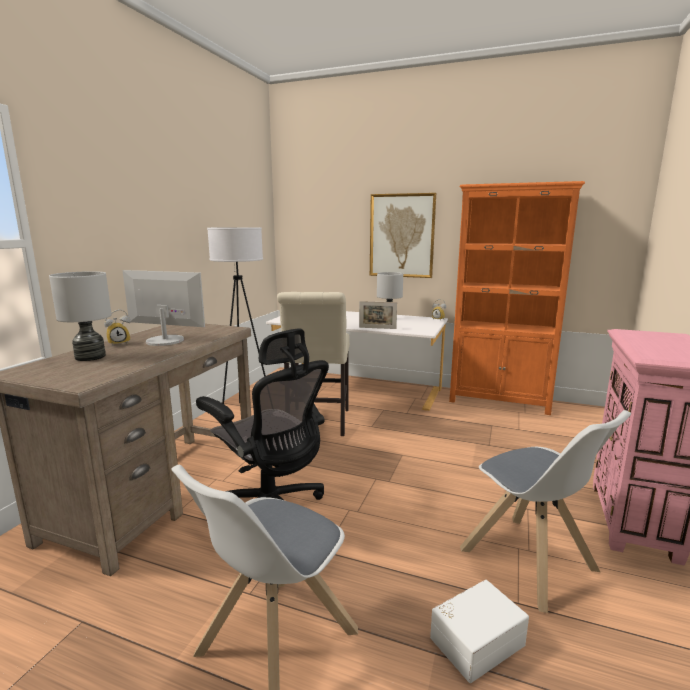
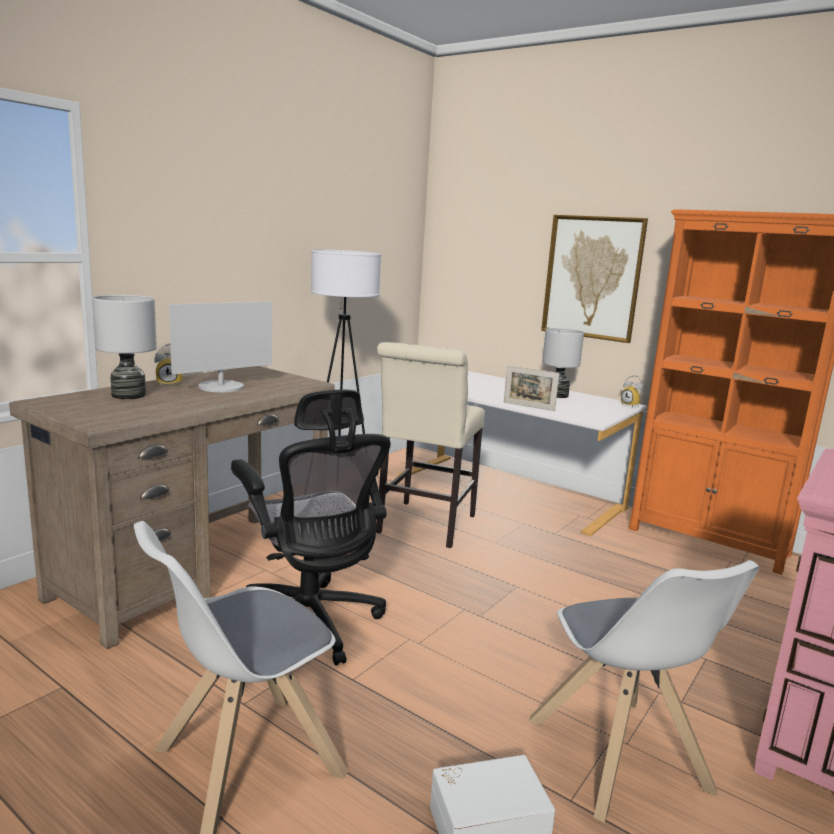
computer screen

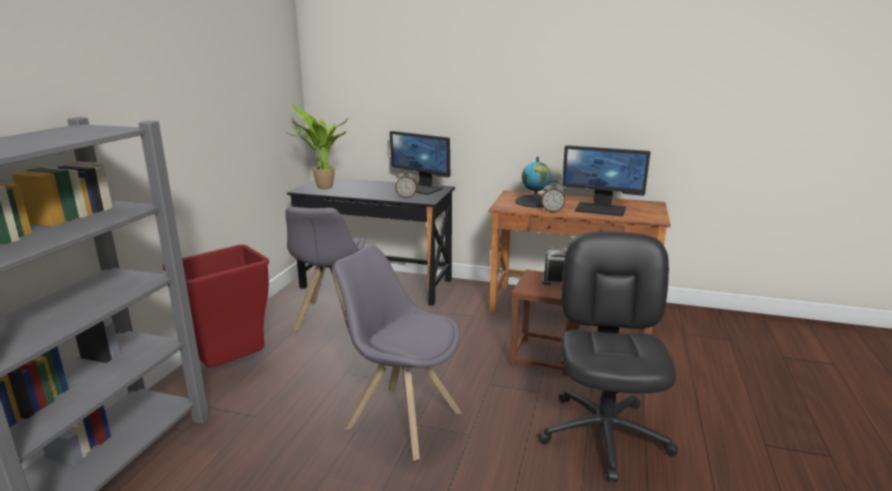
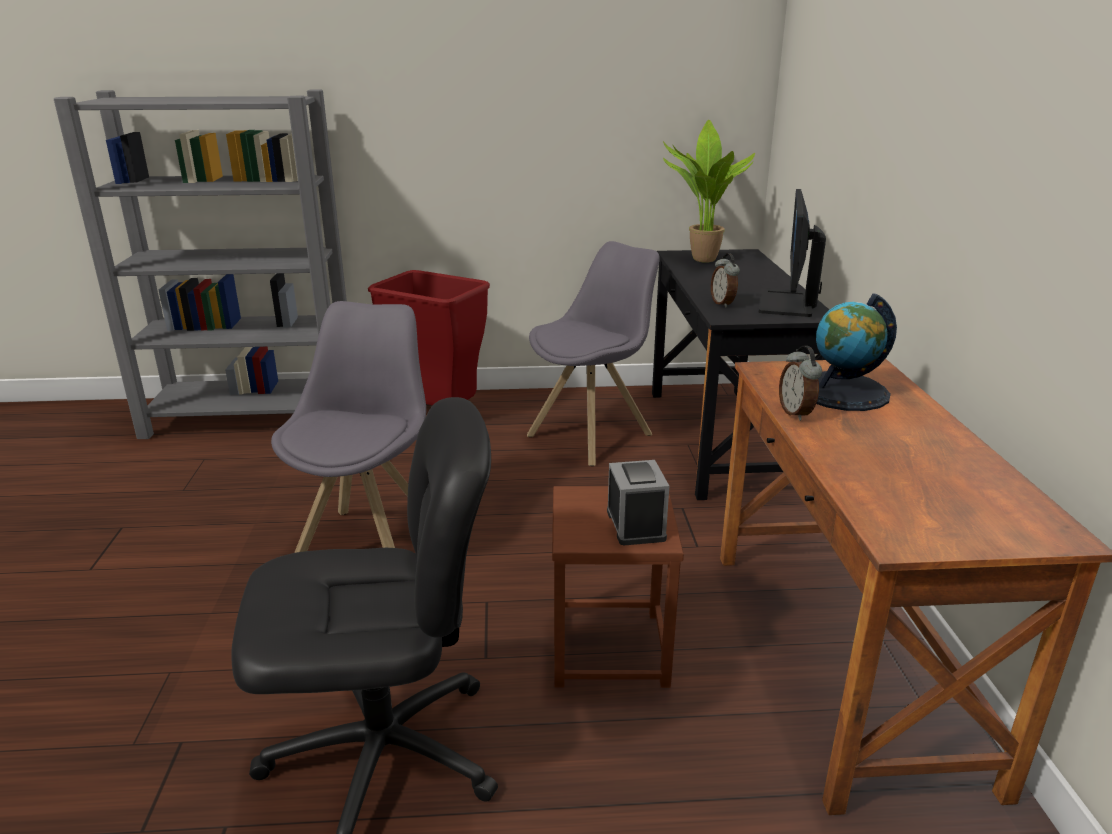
computer screen (2nd from left in the first image)
upright chair/grey (2nd from left)

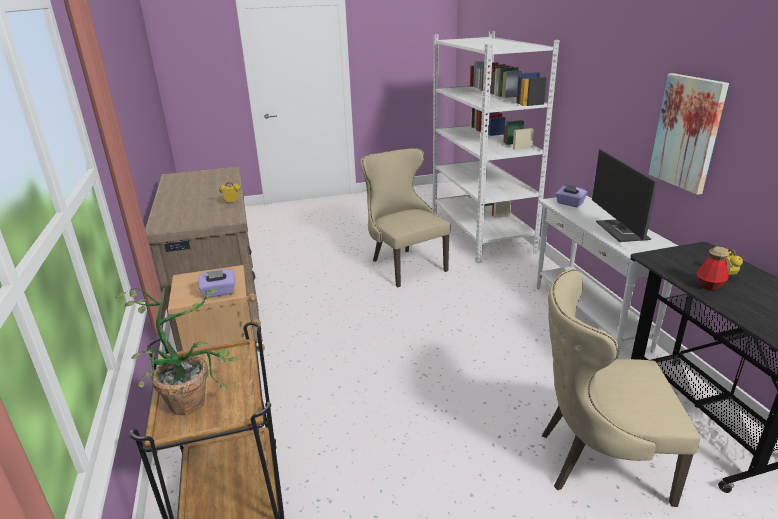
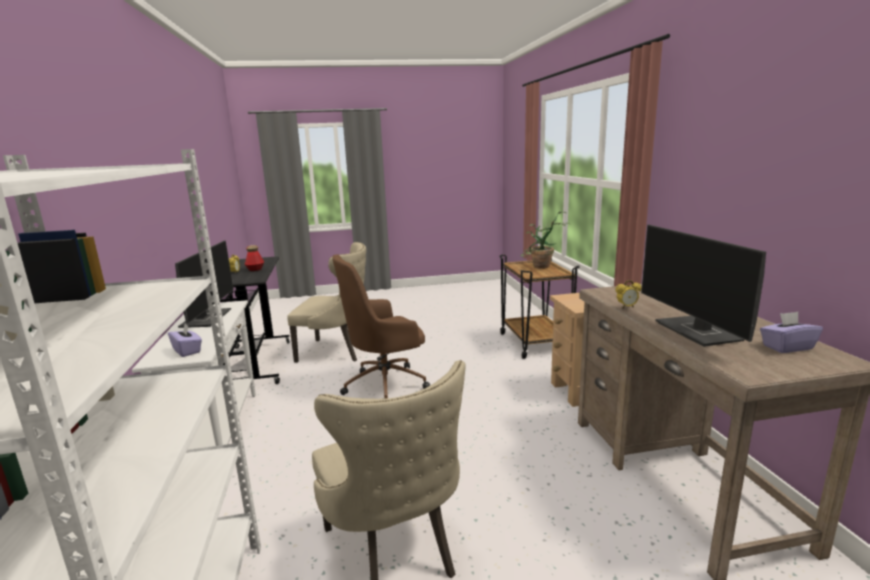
wall art
tissue holder/purplish (2nd from left)
computer screen (2nd from left)
computer chair/brown

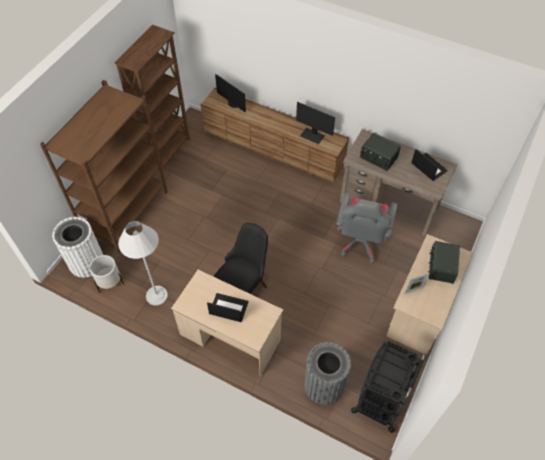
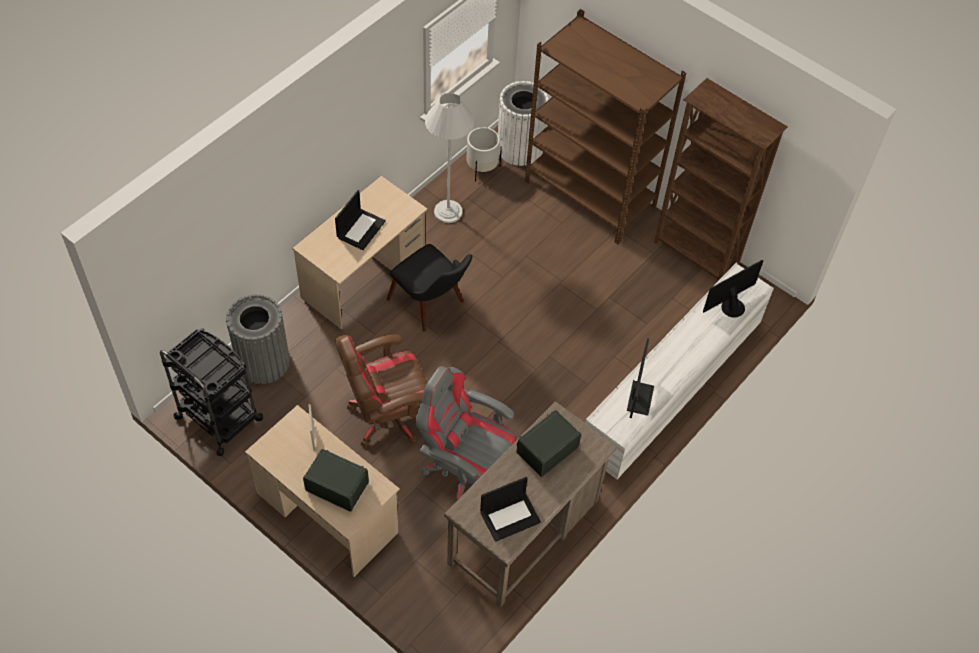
cupboard/white
computer screen (1st from left)
computer chair/brown

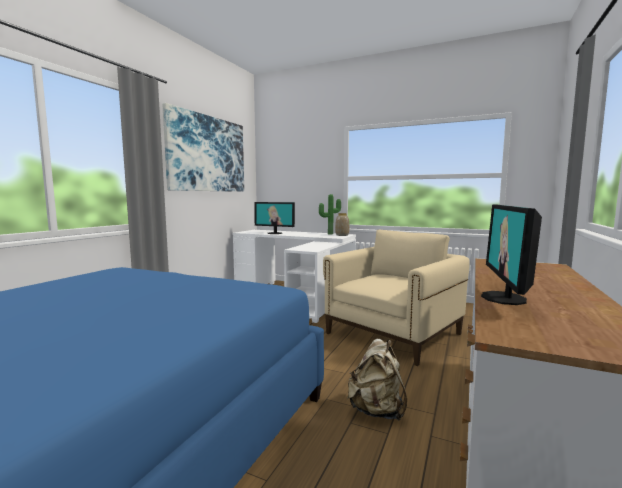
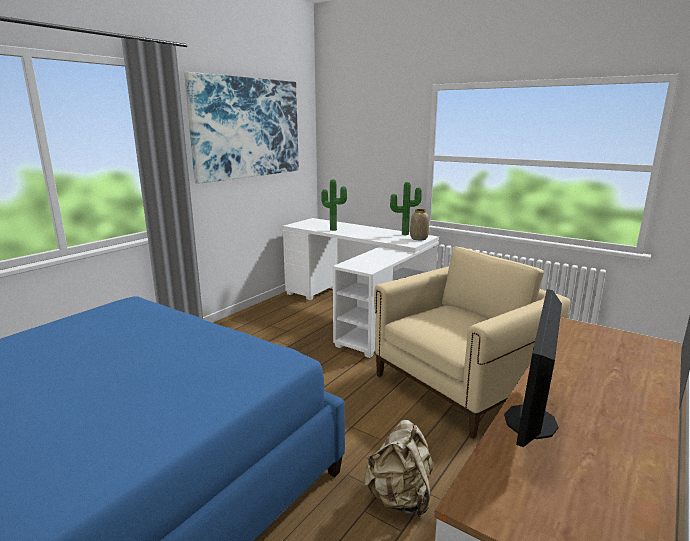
potted plant (1st from left)

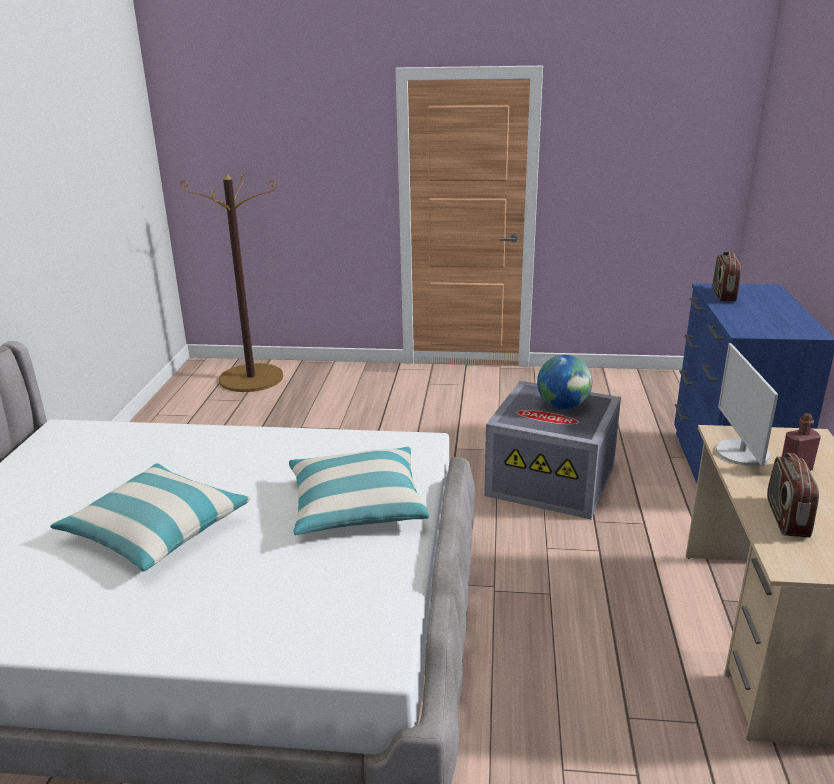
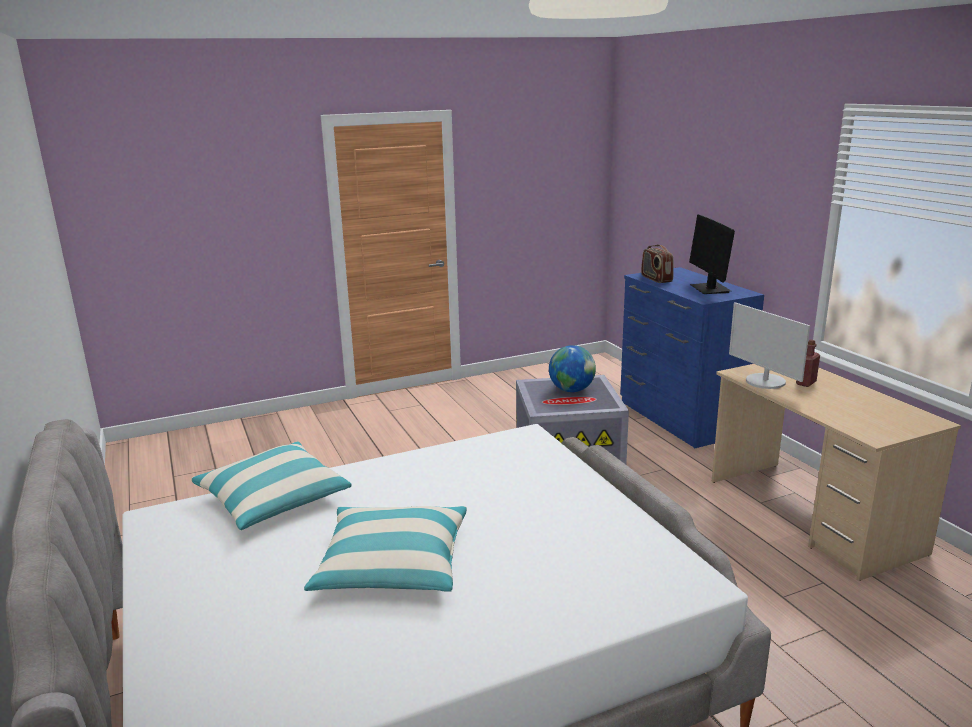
garment stand/brown
pillow (1st from left)
radio receiver (2nd from left in the first image)
computer screen (1st from left)

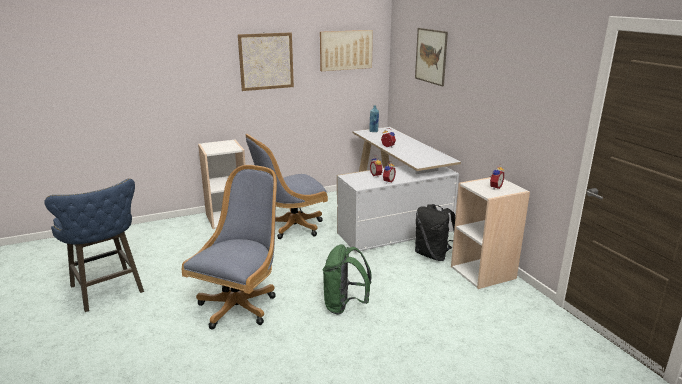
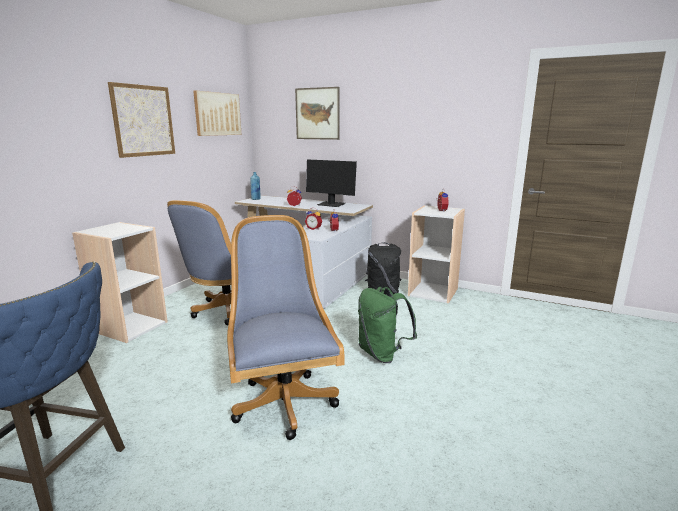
computer screen

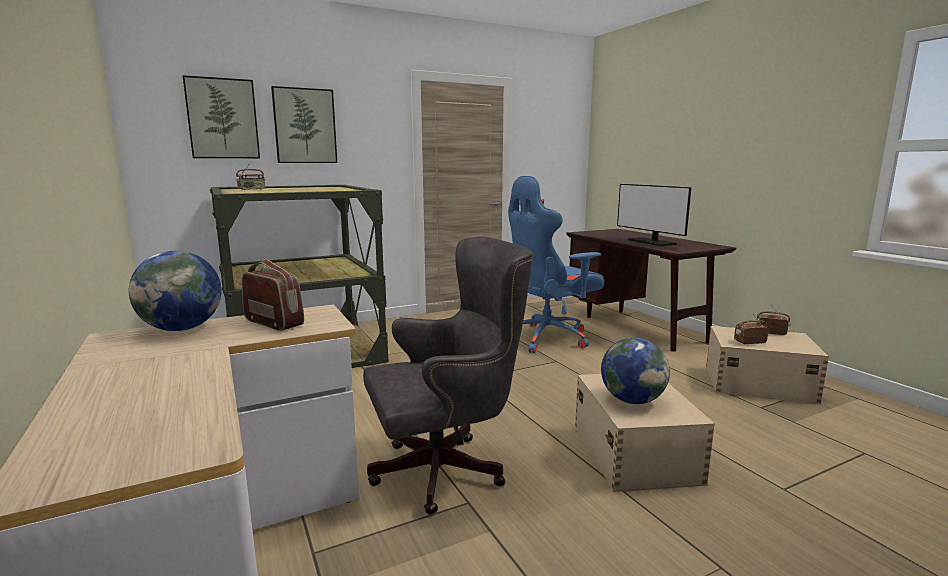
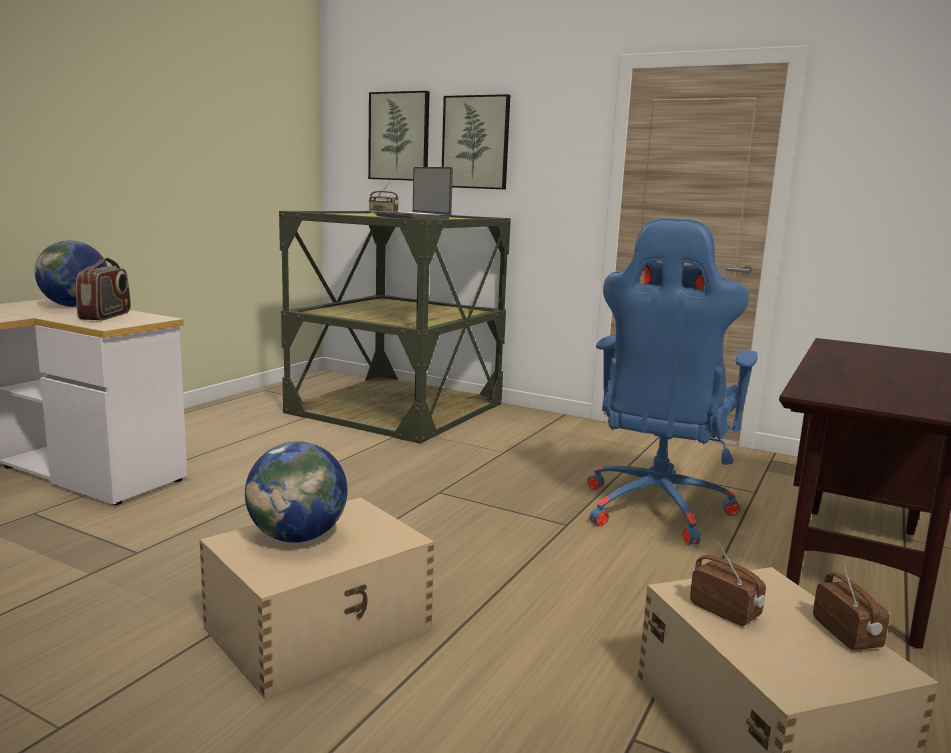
computer chair/blue-coloured
computer screen
computer chair/grey
laptop

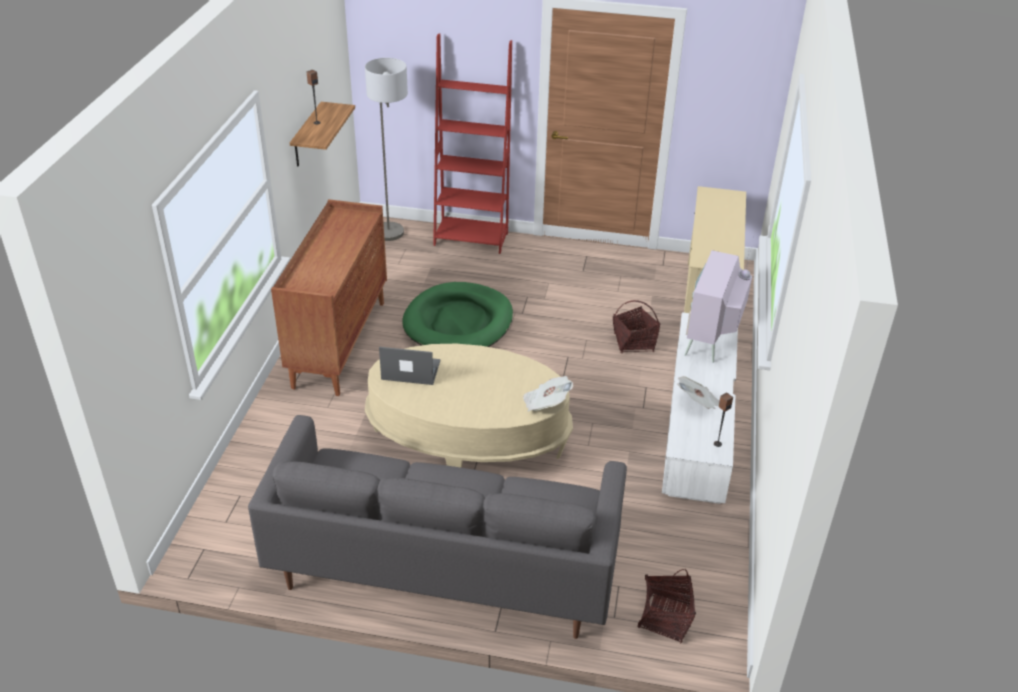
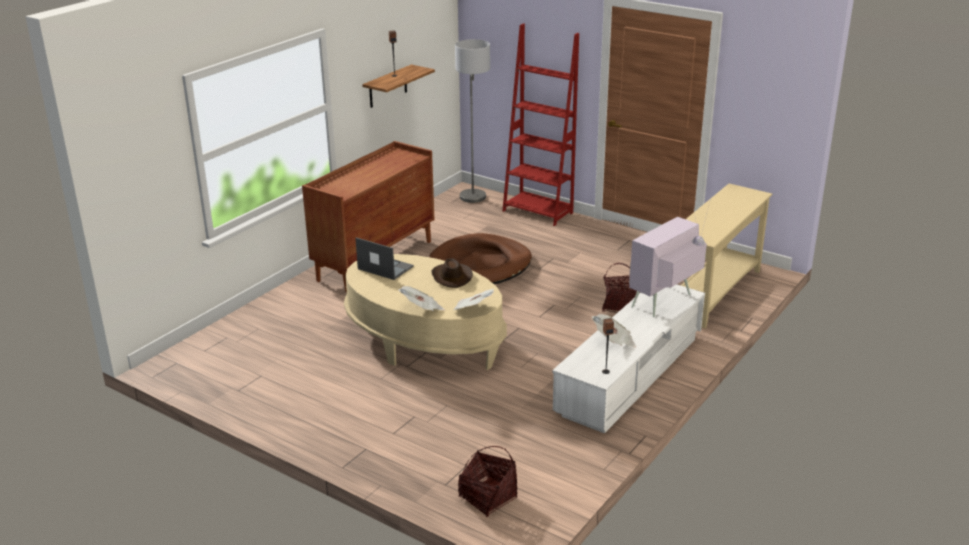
pet bed/brown
couch/grey
wearable hat/brown
newspaper (1st from left)

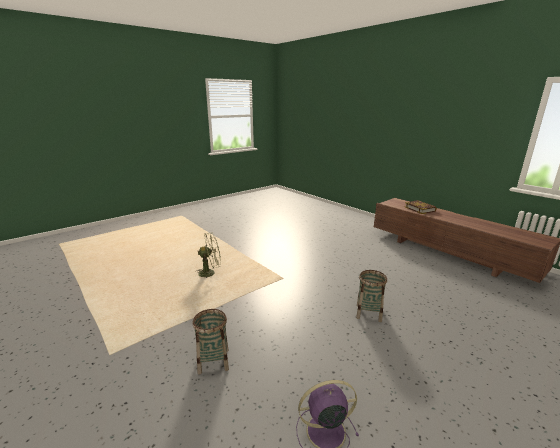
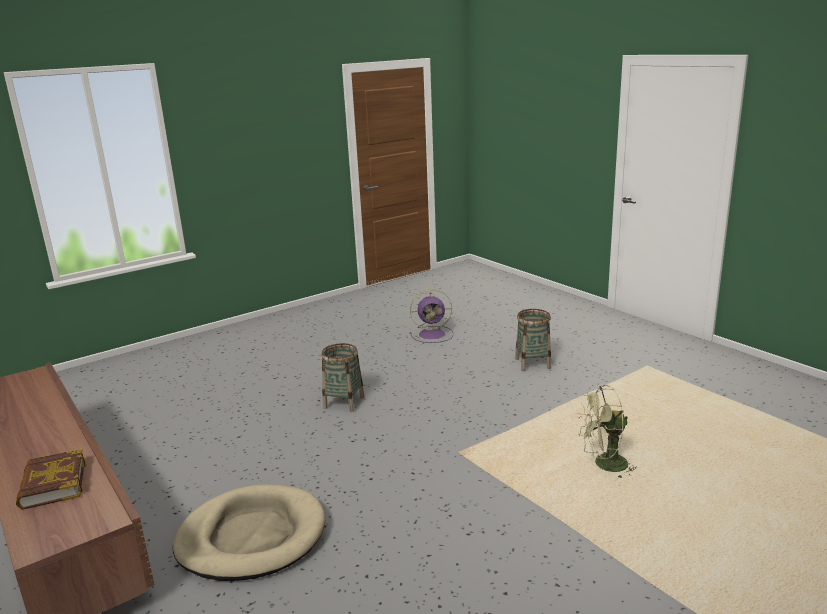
pet bed/beige-coloured

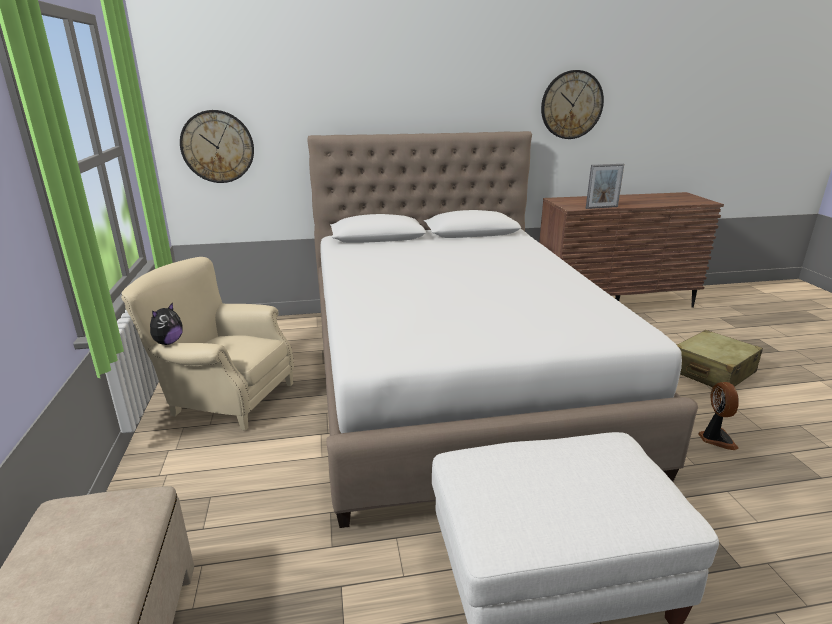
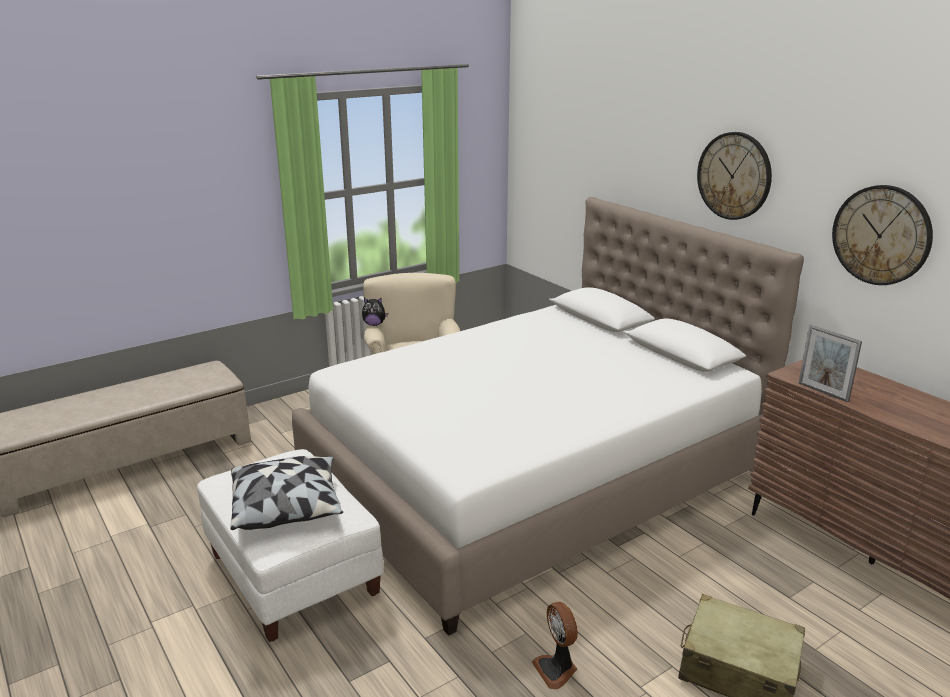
hanging clock (1st from left)
electric fan
pillow

